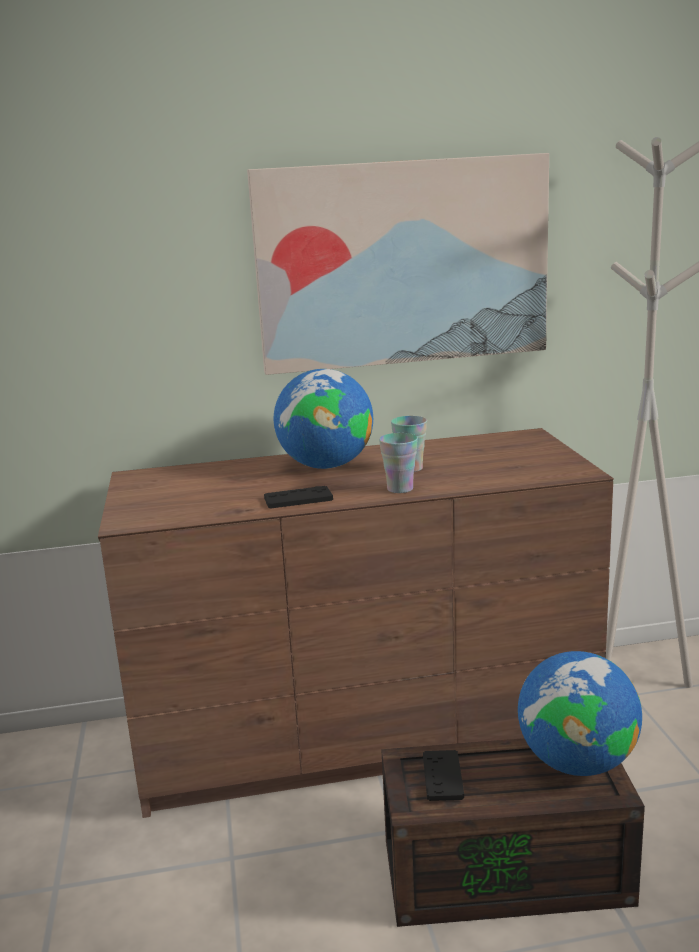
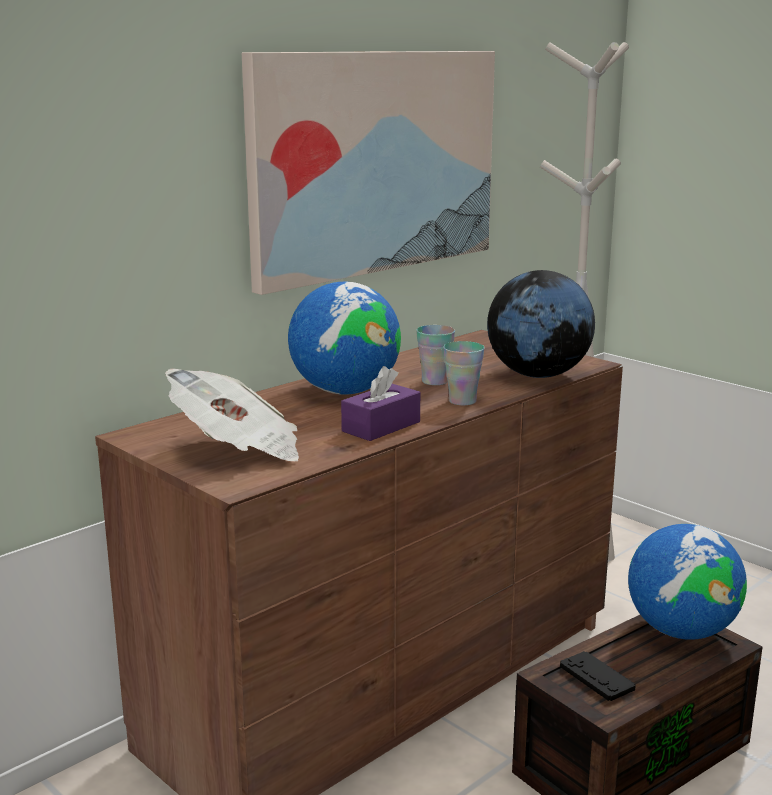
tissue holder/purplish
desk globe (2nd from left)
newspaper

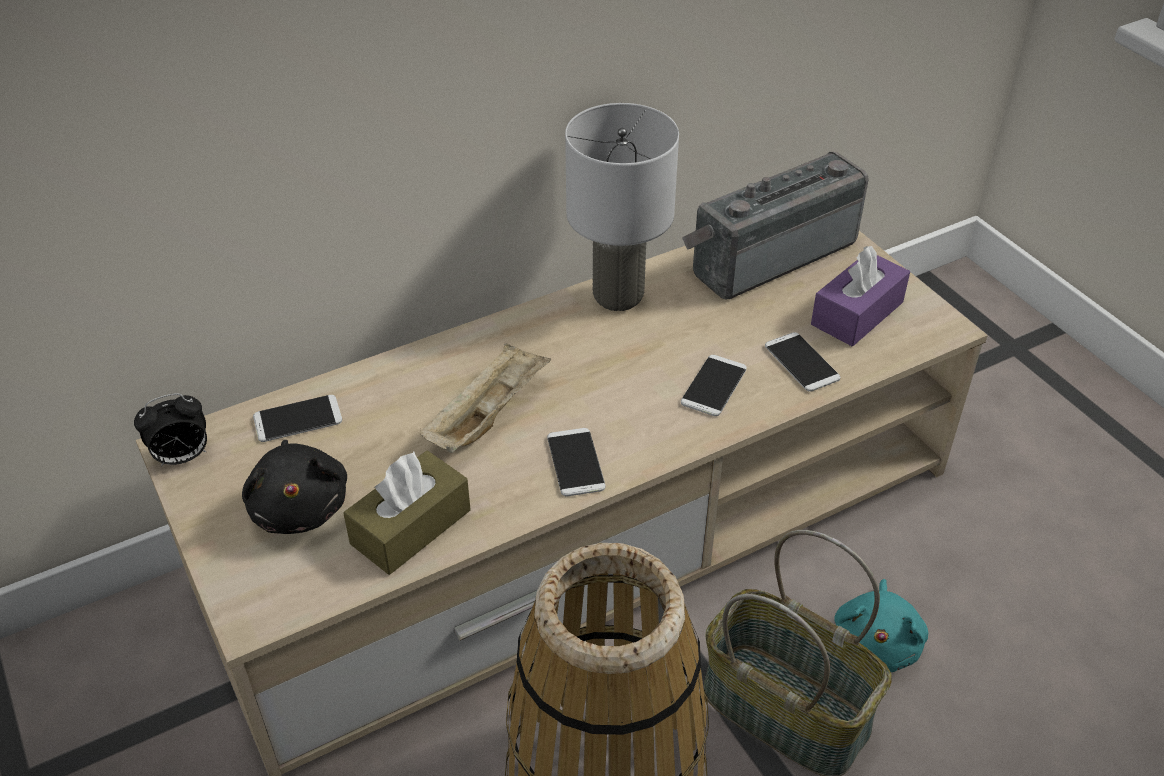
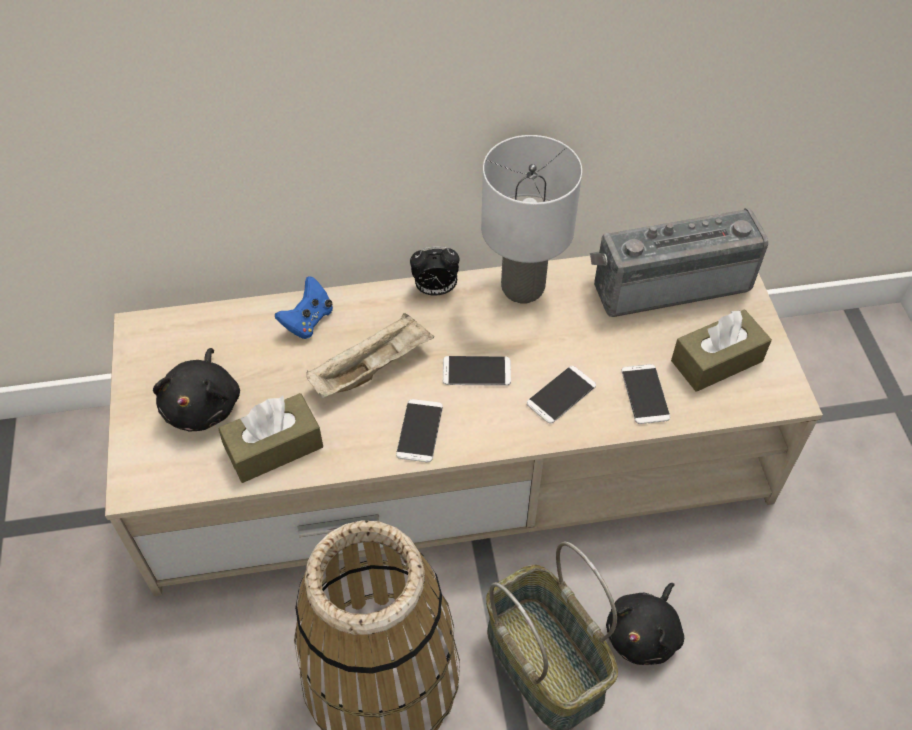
tissue holder/brown (2nd from left)
alarm clock
phone (2nd from left)
soft toy/black (2nd from left)
game controller/blue-coloured

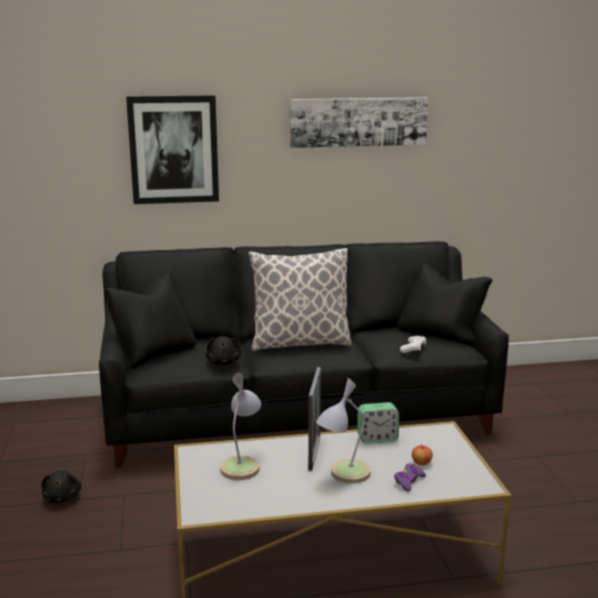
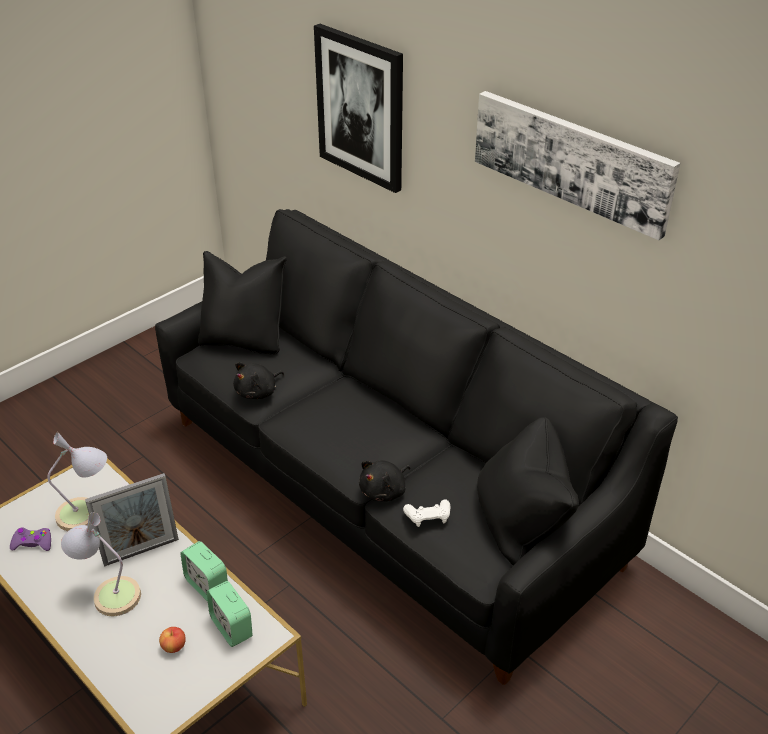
pillow
game controller/purplish
soft toy/black (2nd from left)
alarm clock (2nd from left)

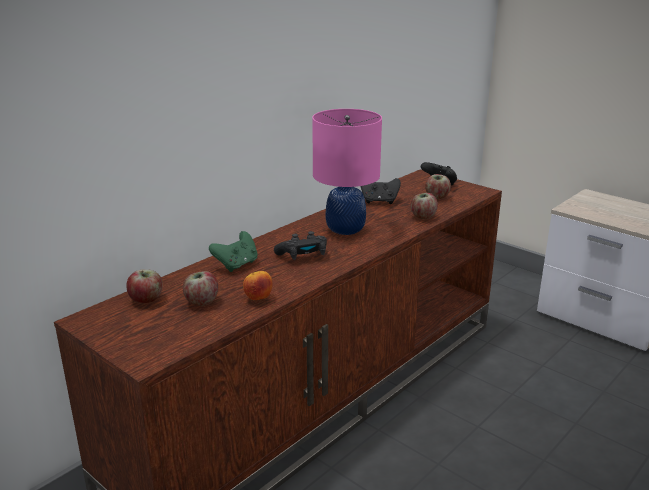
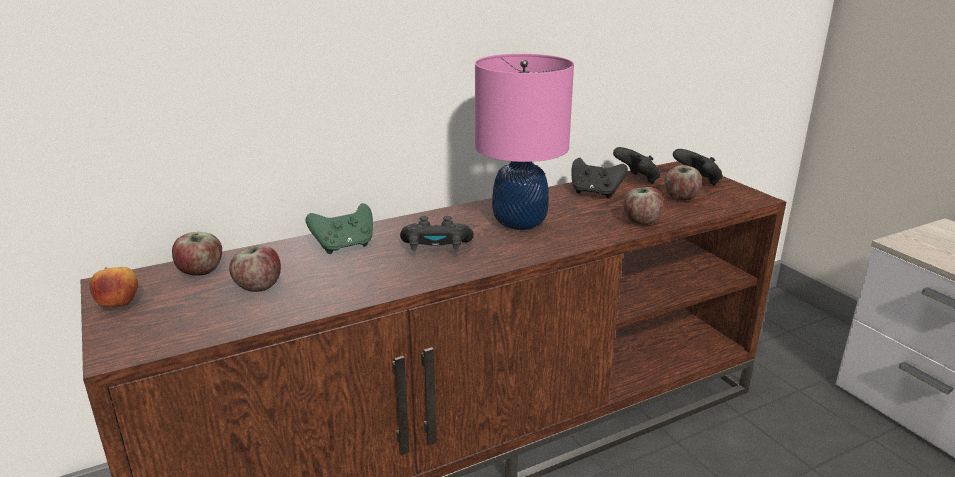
whole apple (1st from left)
game controller/black (3rd from left)

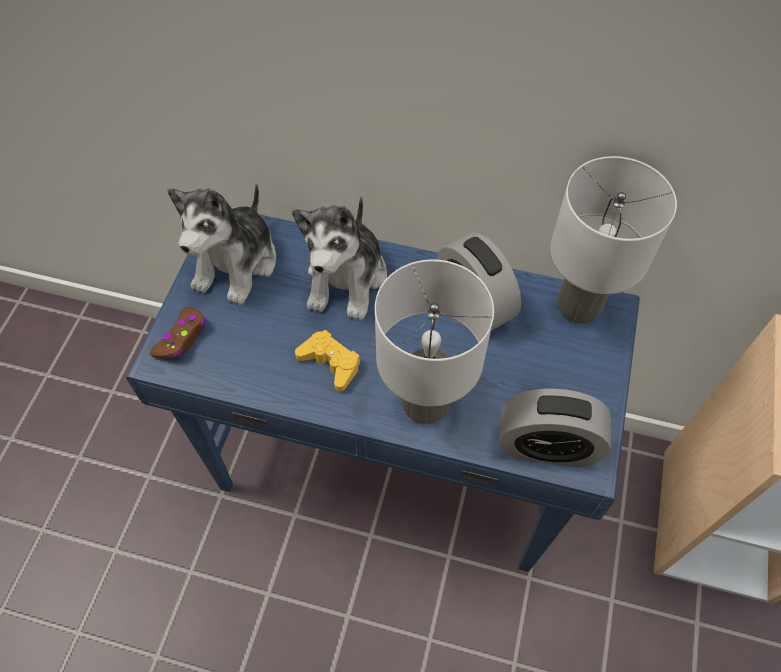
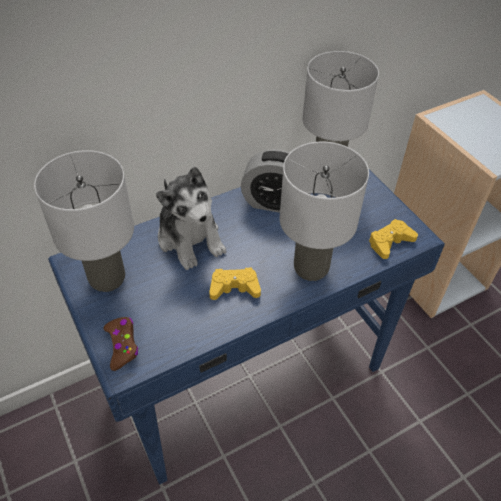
tabletop lamp/white (1st from left)
game controller/yellow (2nd from left)

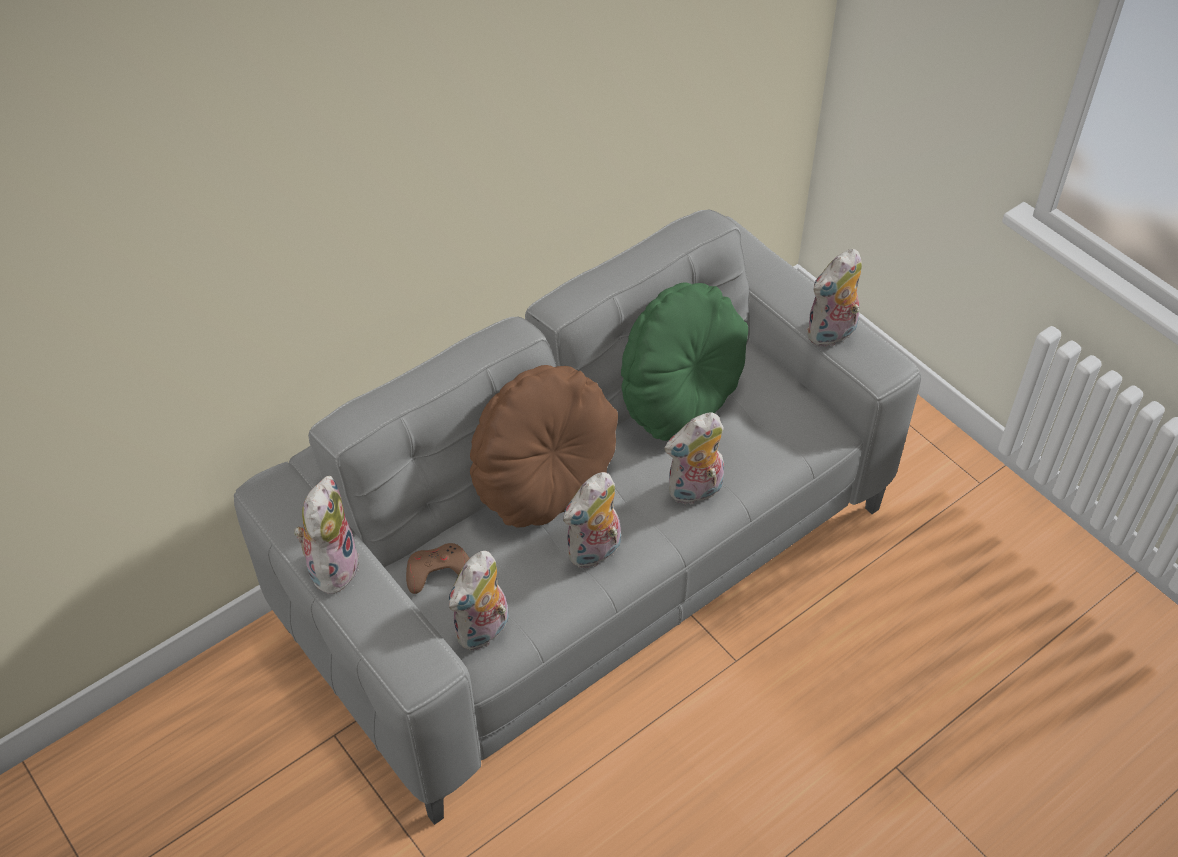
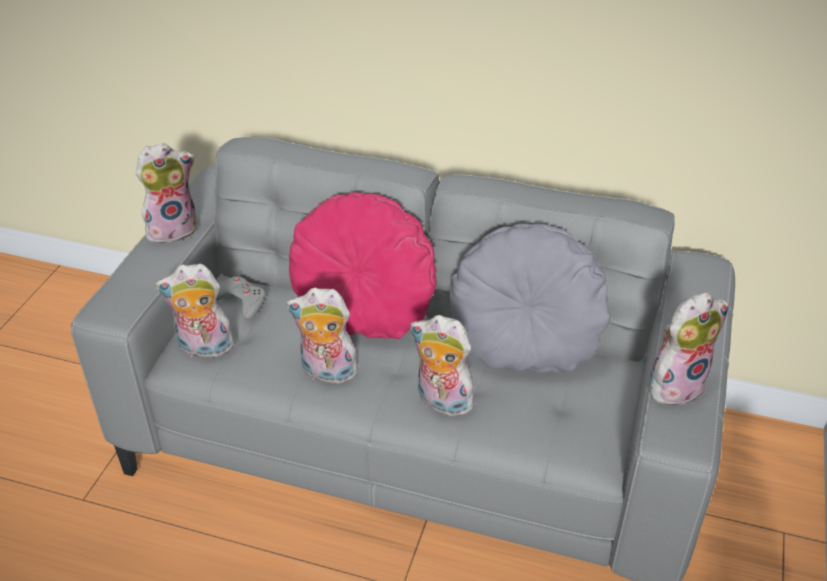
soft toy (5th from left)
pillow/grey
pillow/pink
game controller/grey

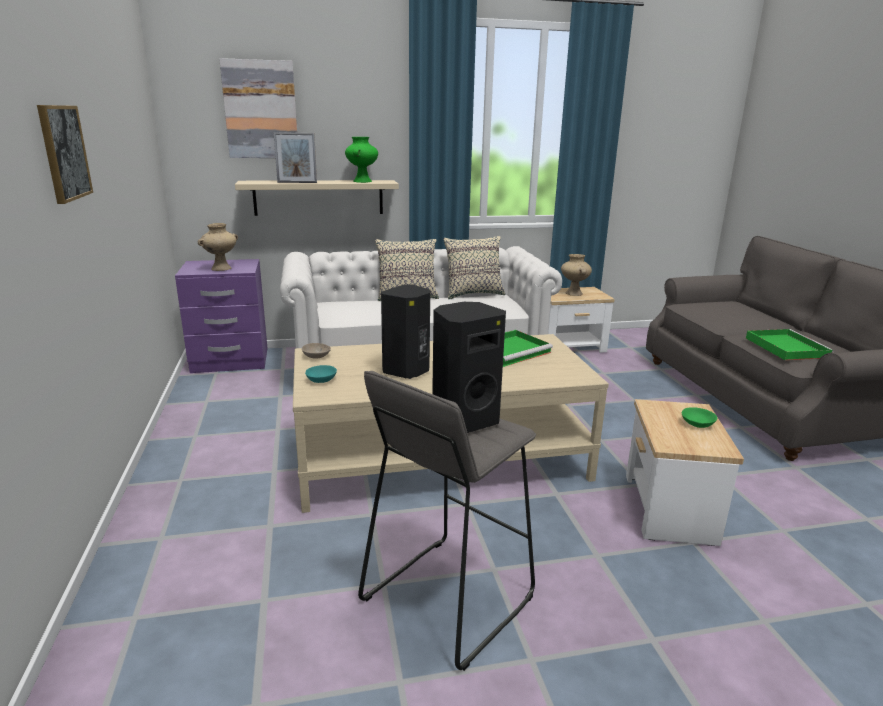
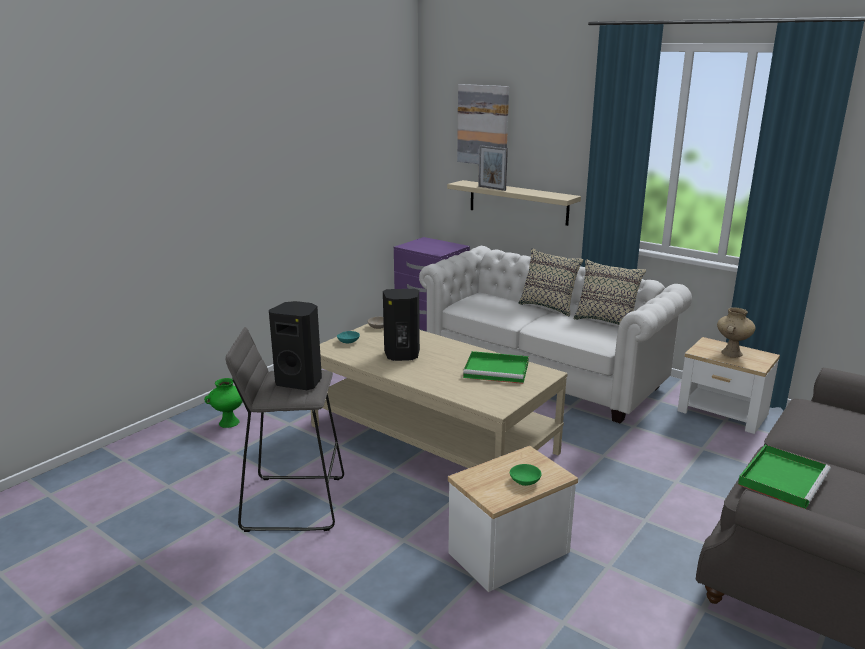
wall art (1st from left in the first image)
vase/green
vase/beige-coloured (1st from left in the first image)

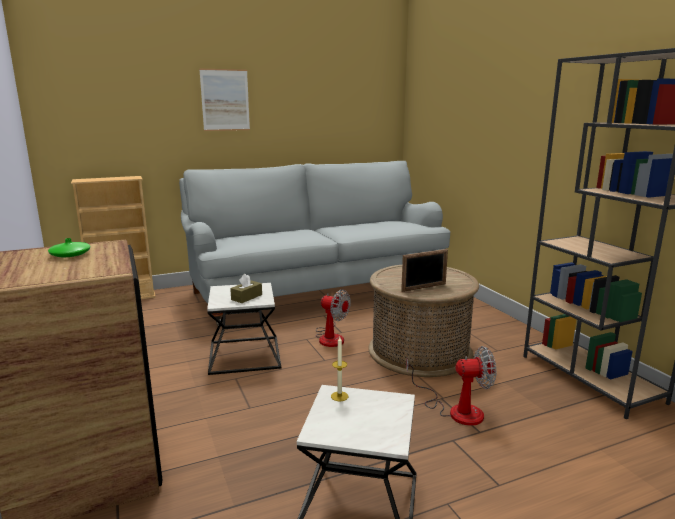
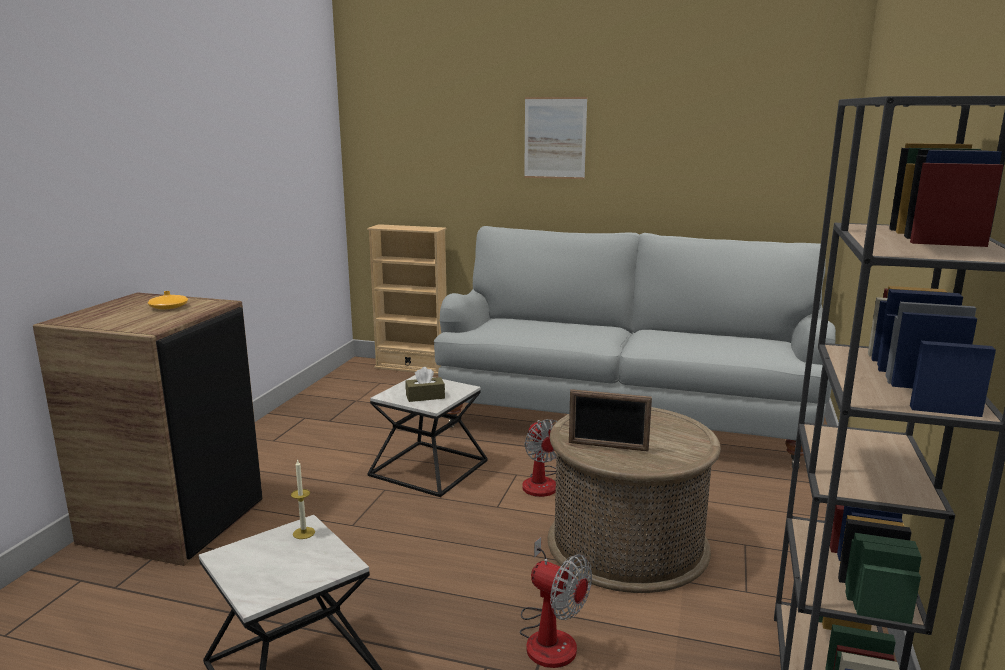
vase/orange

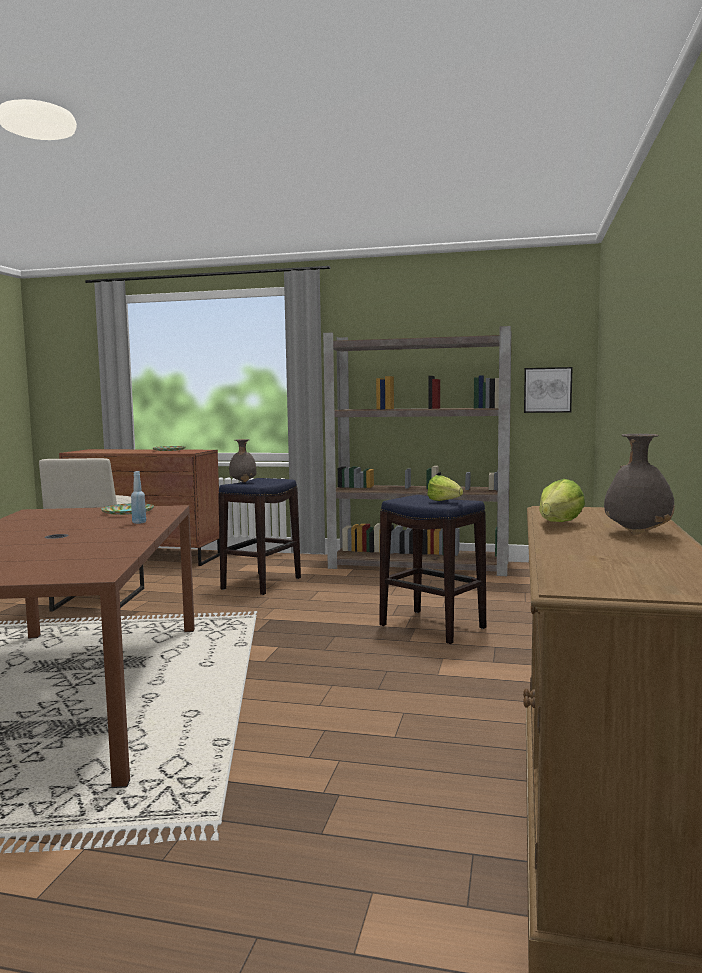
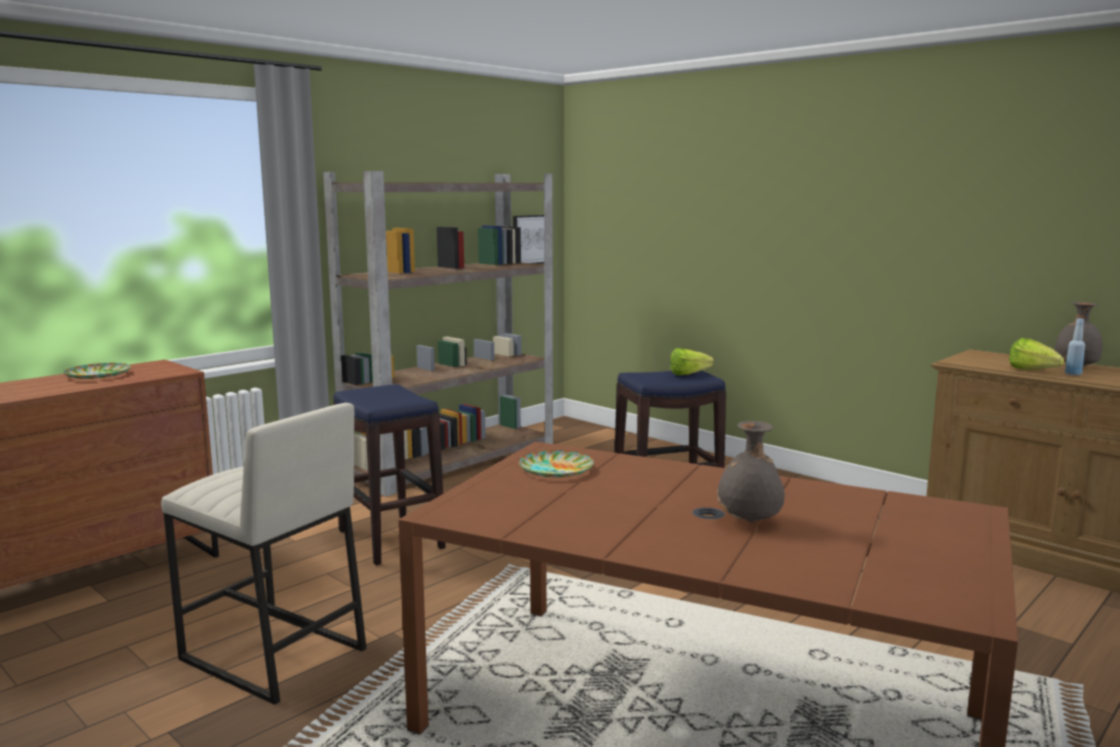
vase/grey (1st from left)
drink bottle/blue-coloured

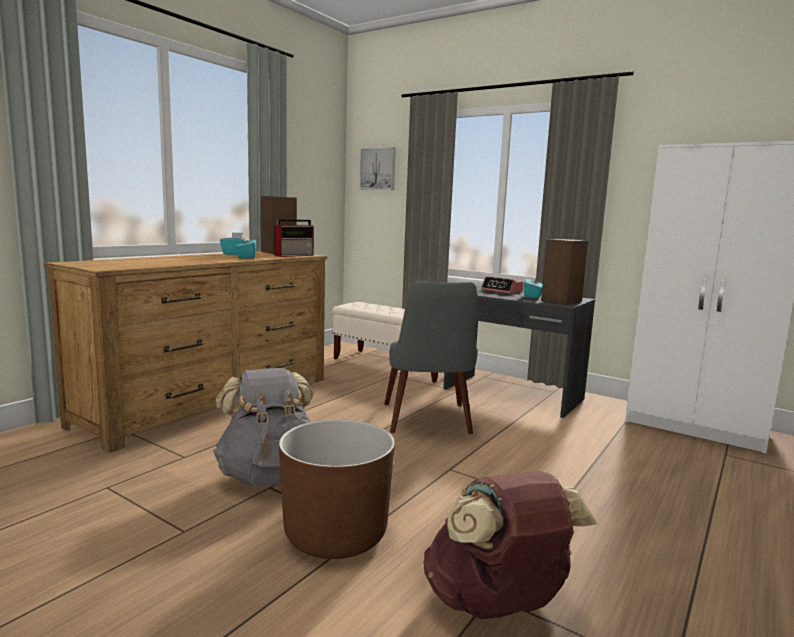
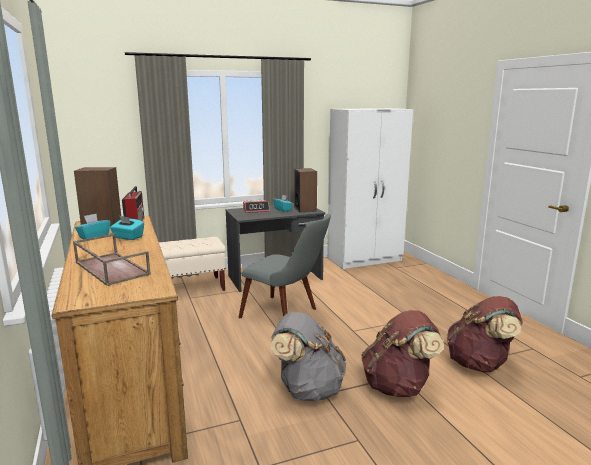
wall art
knapsack/brown (1st from left)
serving tray/brown

